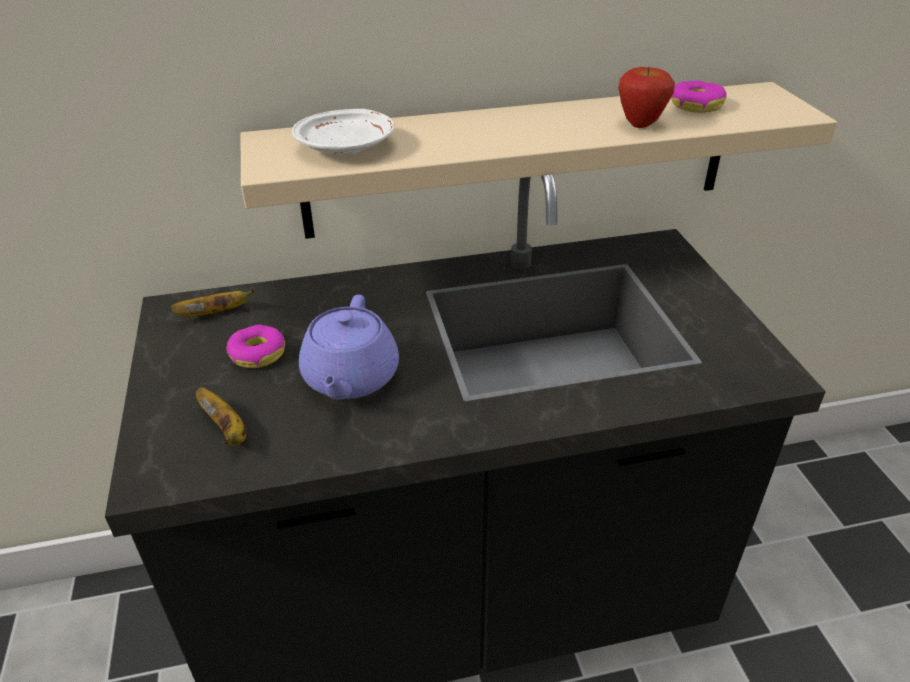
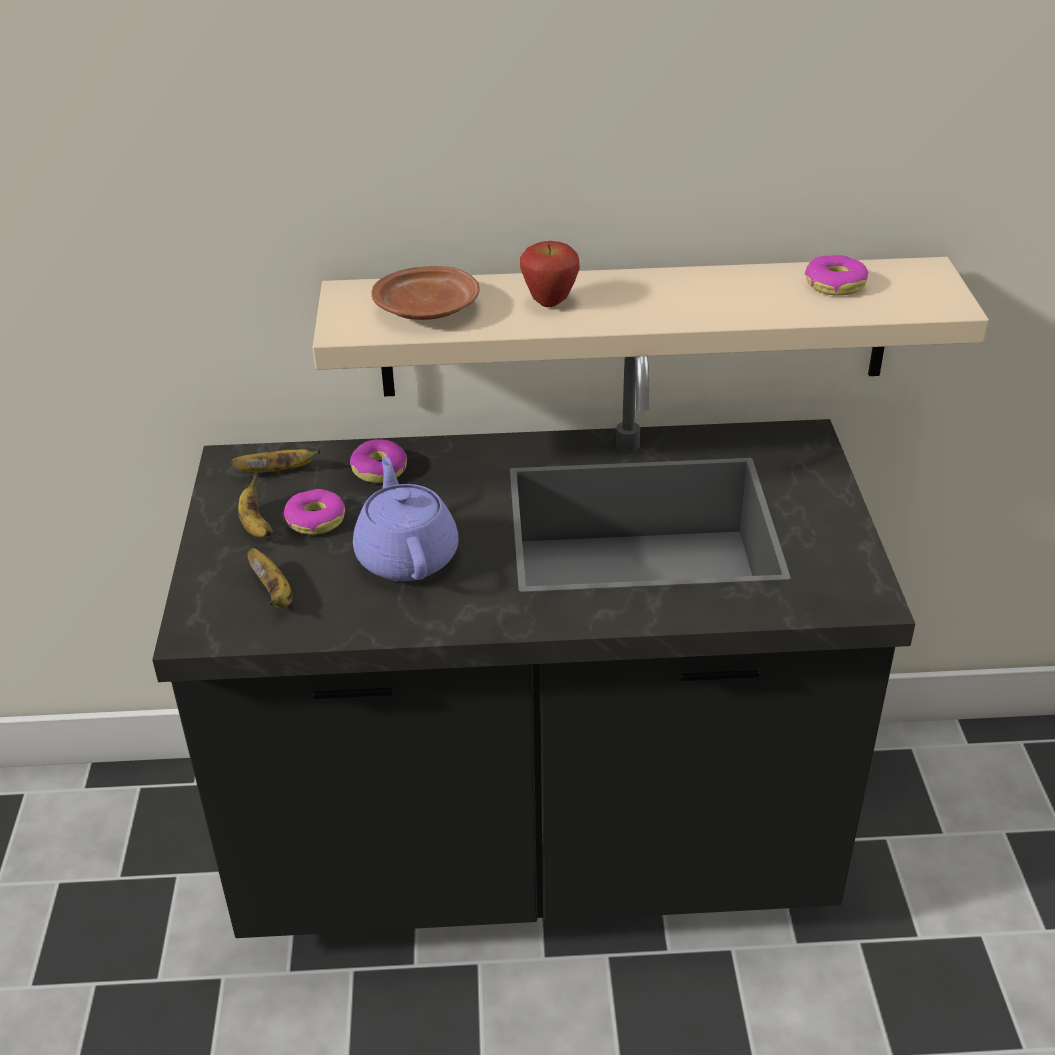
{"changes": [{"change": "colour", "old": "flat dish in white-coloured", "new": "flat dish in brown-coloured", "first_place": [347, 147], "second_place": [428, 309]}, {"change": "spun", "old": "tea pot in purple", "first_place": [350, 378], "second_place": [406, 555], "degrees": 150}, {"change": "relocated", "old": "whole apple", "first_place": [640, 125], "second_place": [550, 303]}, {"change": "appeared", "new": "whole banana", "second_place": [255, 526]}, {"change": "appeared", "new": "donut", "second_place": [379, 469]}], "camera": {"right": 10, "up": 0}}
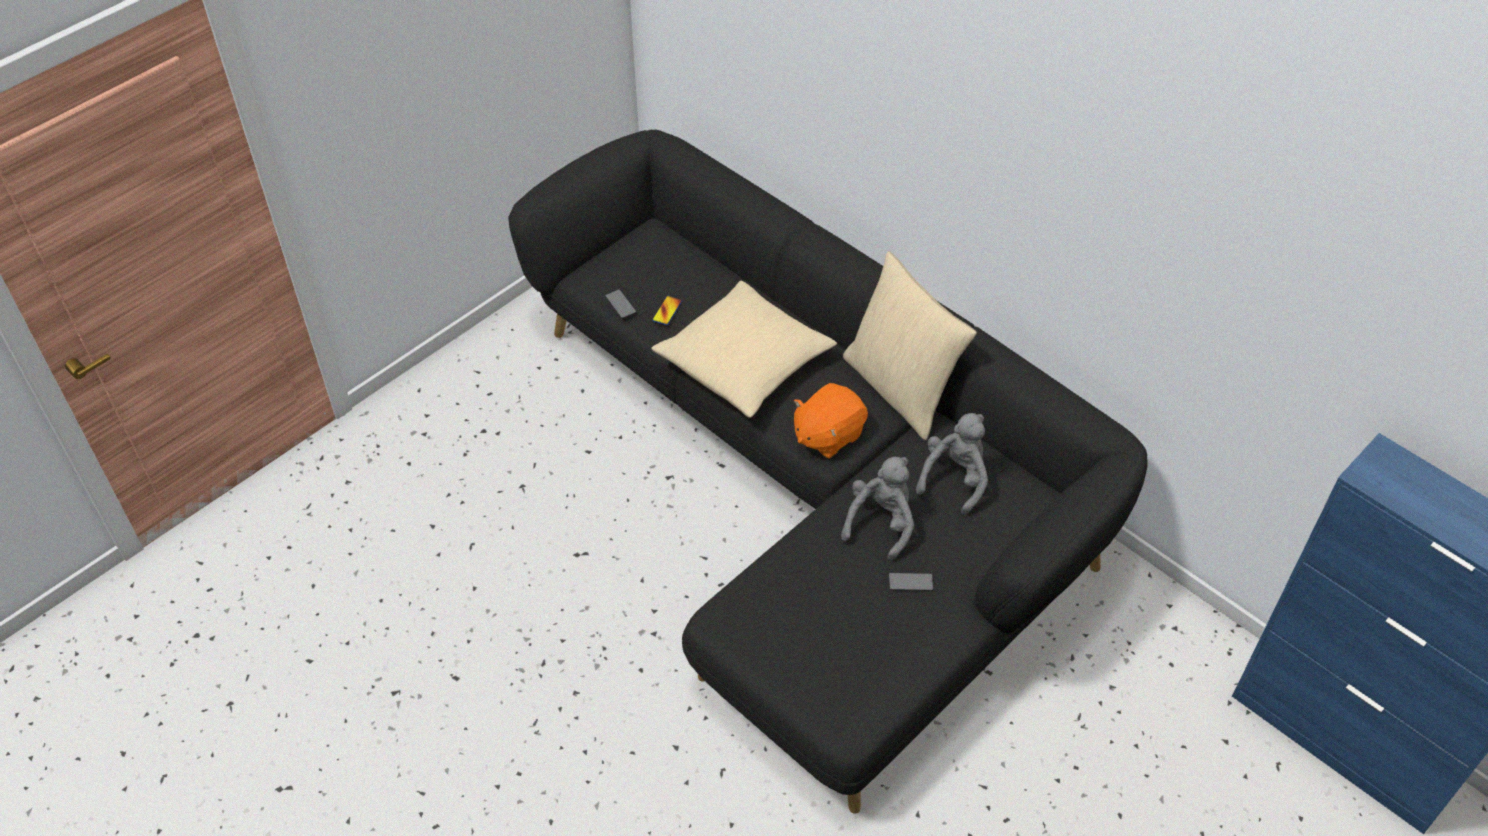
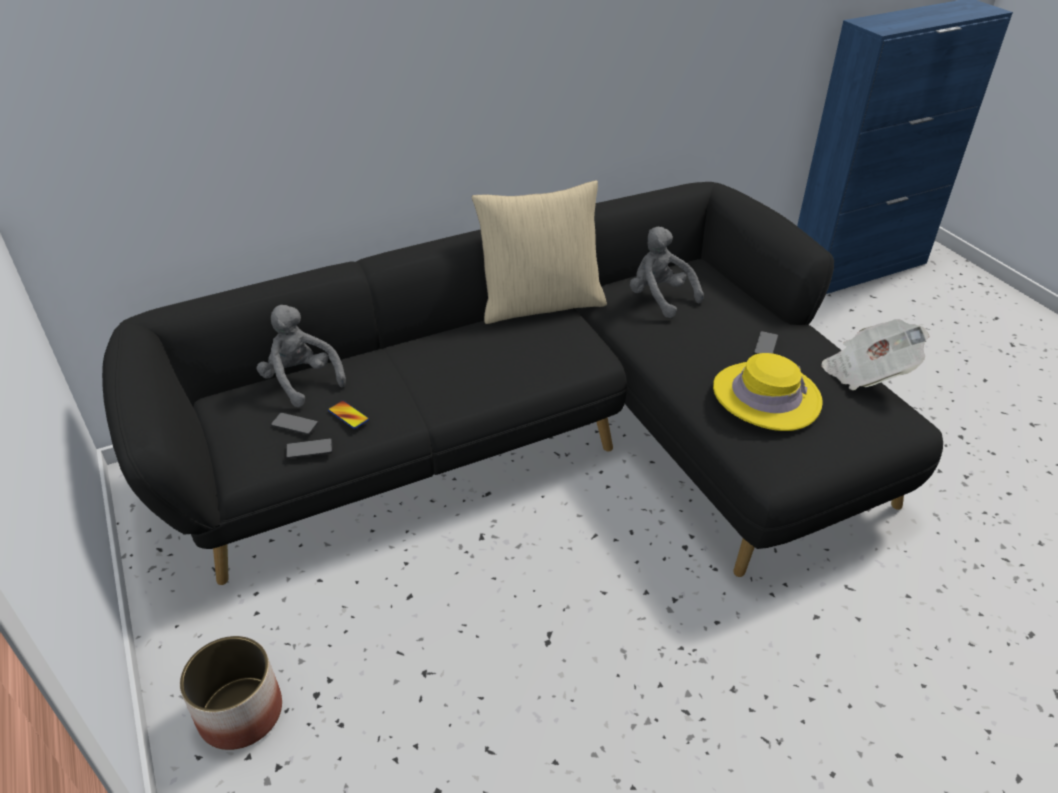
{"changes": [{"change": "missing", "old": "cushion in beige", "first_place": [744, 361]}, {"change": "missing", "old": "soft toy in orange-coloured", "first_place": [827, 435]}, {"change": "relocated", "old": "soft toy in gray", "first_place": [881, 523], "second_place": [301, 381]}, {"change": "appeared", "new": "planter", "second_place": [240, 712]}, {"change": "appeared", "new": "phone", "second_place": [294, 424]}, {"change": "appeared", "new": "wearable hat in yellowish", "second_place": [766, 397]}, {"change": "appeared", "new": "printed paper", "second_place": [867, 372]}], "camera": {"right": -70, "up": -10}}
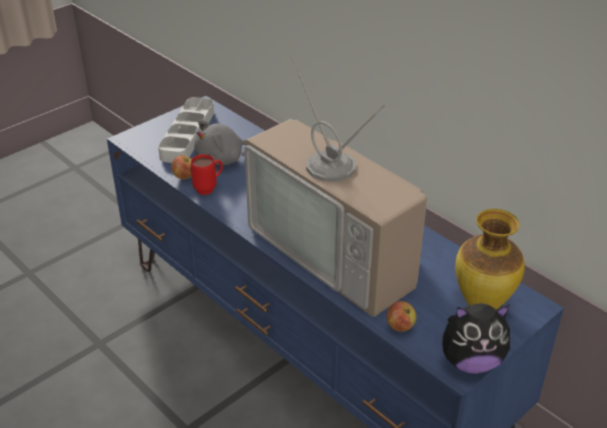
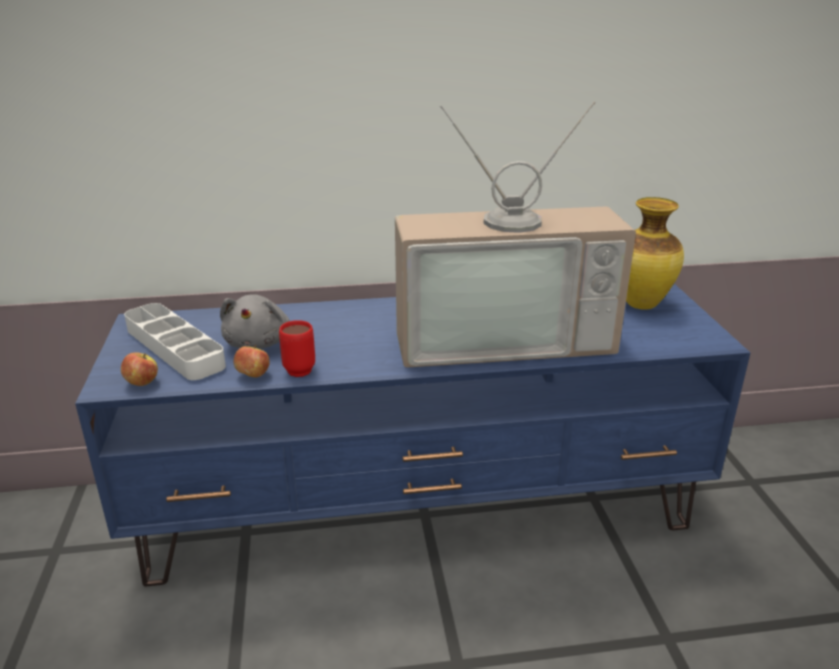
{"changes": [{"change": "relocated", "old": "whole apple", "first_place": [400, 326], "second_place": [142, 383]}, {"change": "missing", "old": "soft toy", "first_place": [471, 361]}], "camera": {"right": -55, "up": -10}}
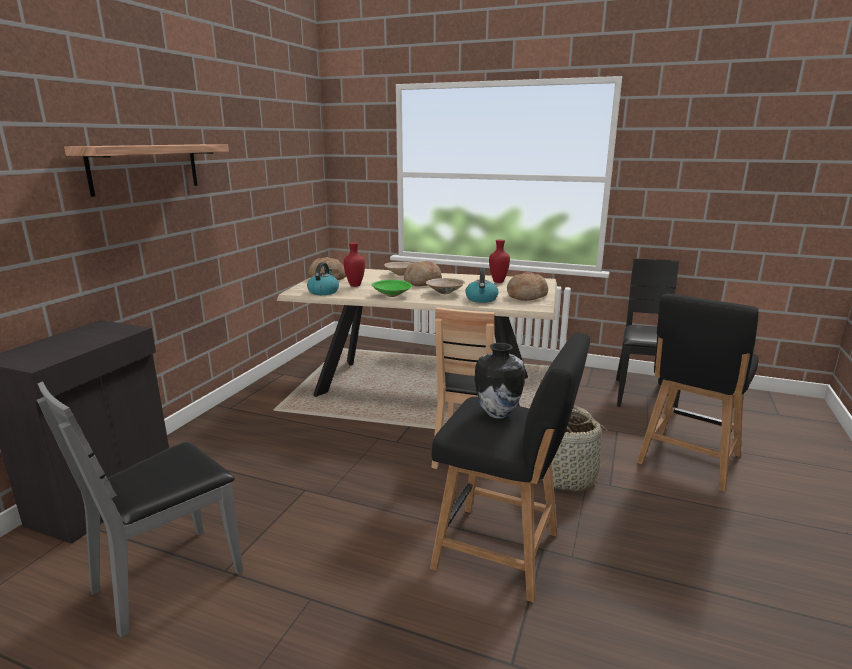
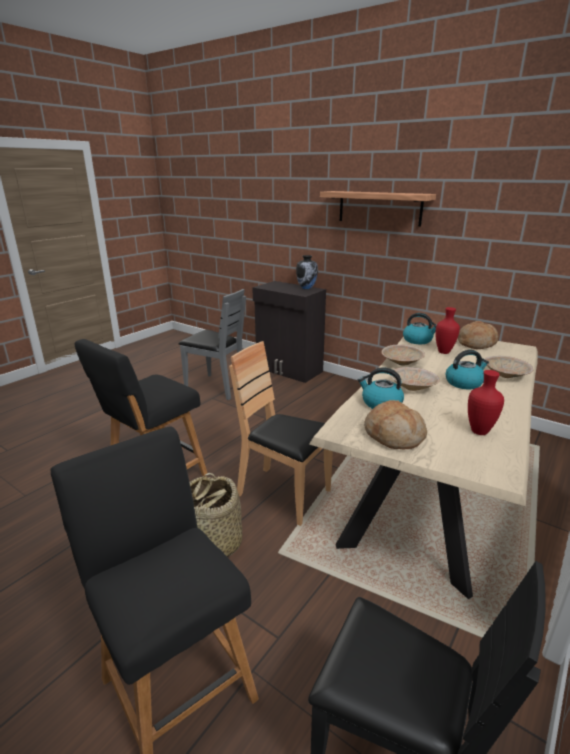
{"changes": [{"change": "spun", "old": "upright chair in gray", "first_place": [169, 578], "second_place": [217, 387], "degrees": 150}, {"change": "colour", "old": "bowl in greenish", "new": "bowl in beige", "first_place": [392, 296], "second_place": [401, 363]}, {"change": "exchanged", "old": "baked bread", "new": "tea kettle", "first_place": [423, 282], "second_place": [464, 383]}, {"change": "relocated", "old": "decorative vase", "first_place": [497, 413], "second_place": [306, 288]}], "camera": {"right": 105, "up": 5}}
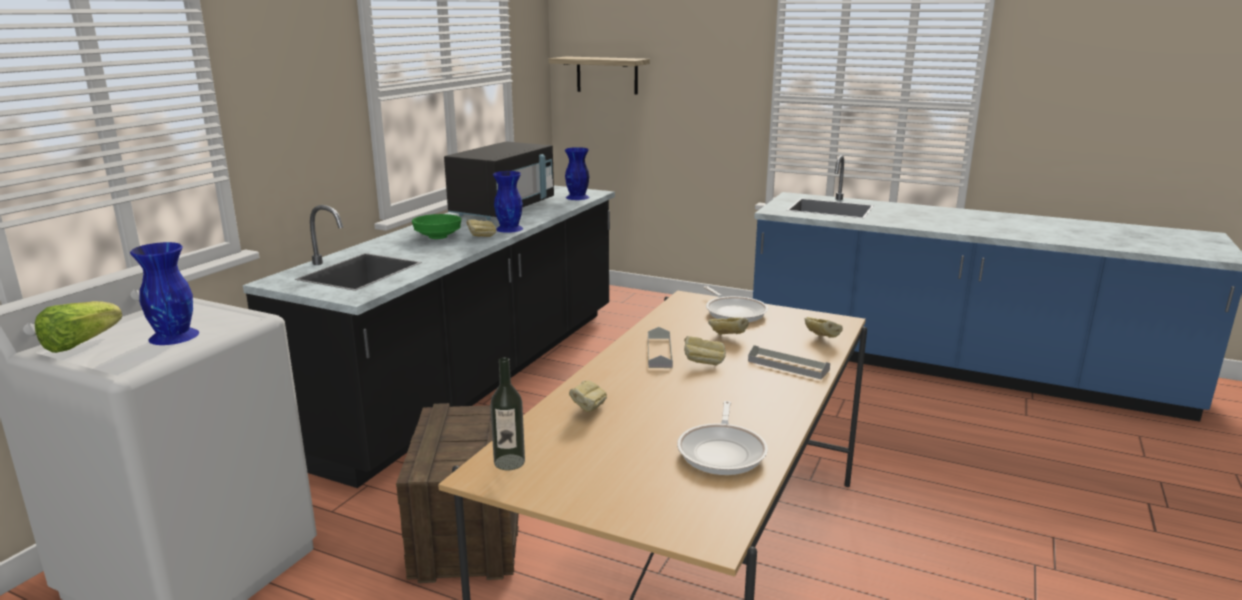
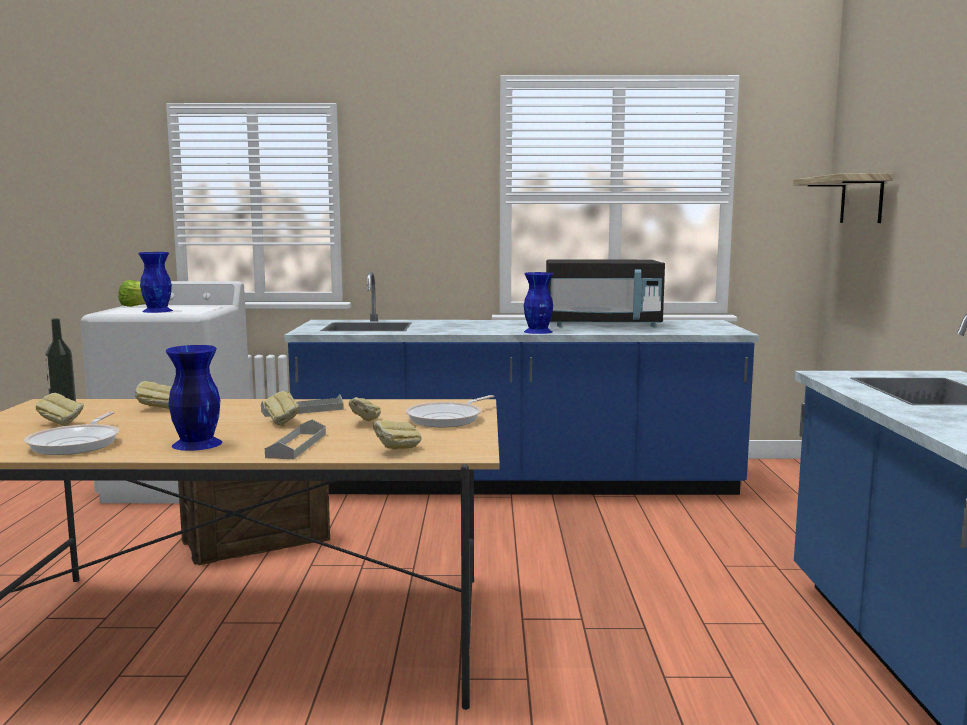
{"changes": [{"change": "colour", "old": "counter in black", "new": "counter in blue-coloured", "first_place": [476, 377], "second_place": [517, 483]}, {"change": "missing", "old": "bowl in greenish", "first_place": [438, 237]}, {"change": "relocated", "old": "baked bread", "first_place": [481, 237], "second_place": [61, 424]}, {"change": "relocated", "old": "decorative vase in blue-coloured", "first_place": [577, 197], "second_place": [196, 444]}, {"change": "spun", "old": "skillet", "first_place": [723, 452], "second_place": [77, 443], "degrees": -75}], "camera": {"right": 65, "up": -10}}
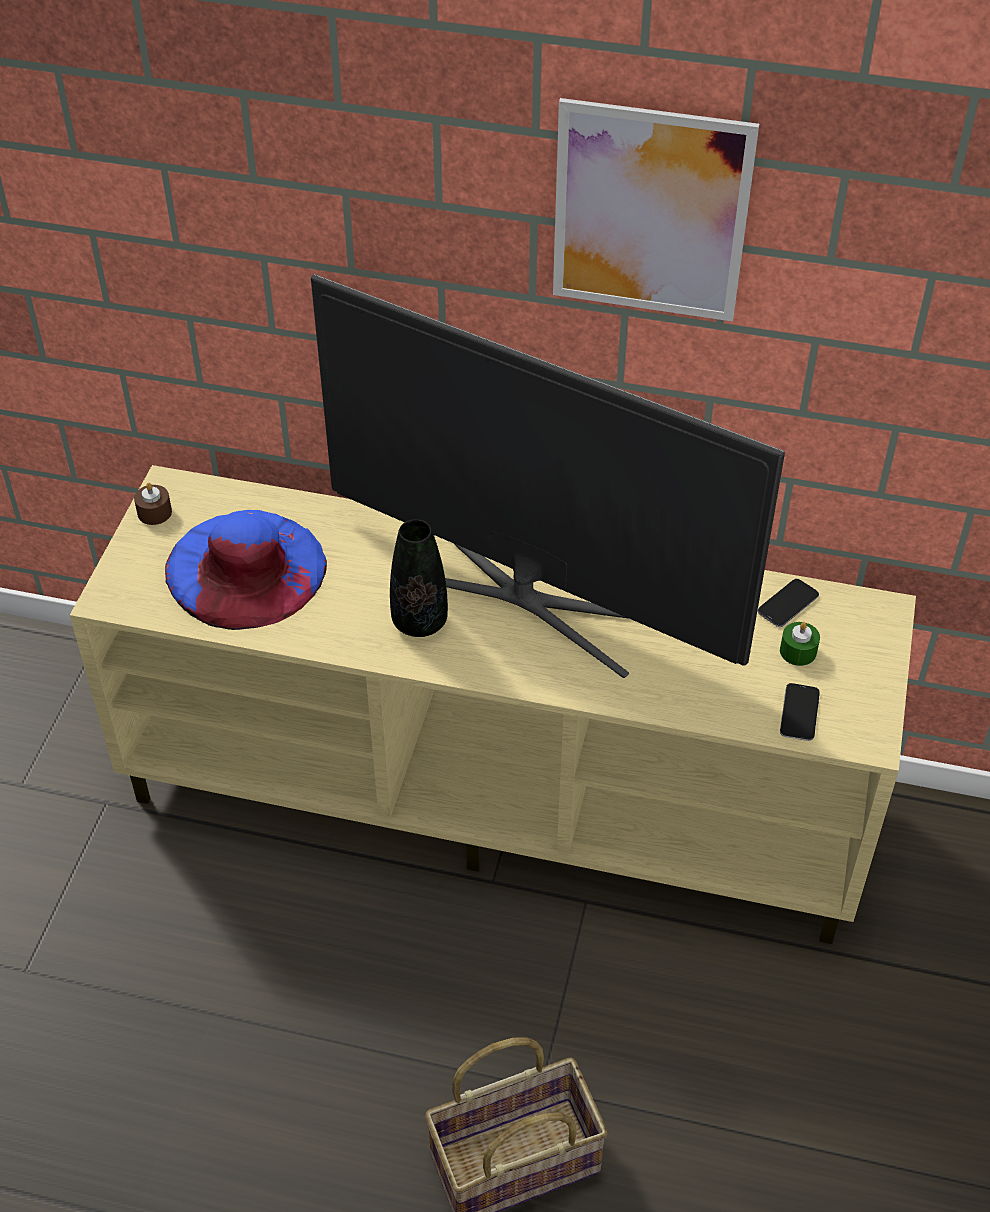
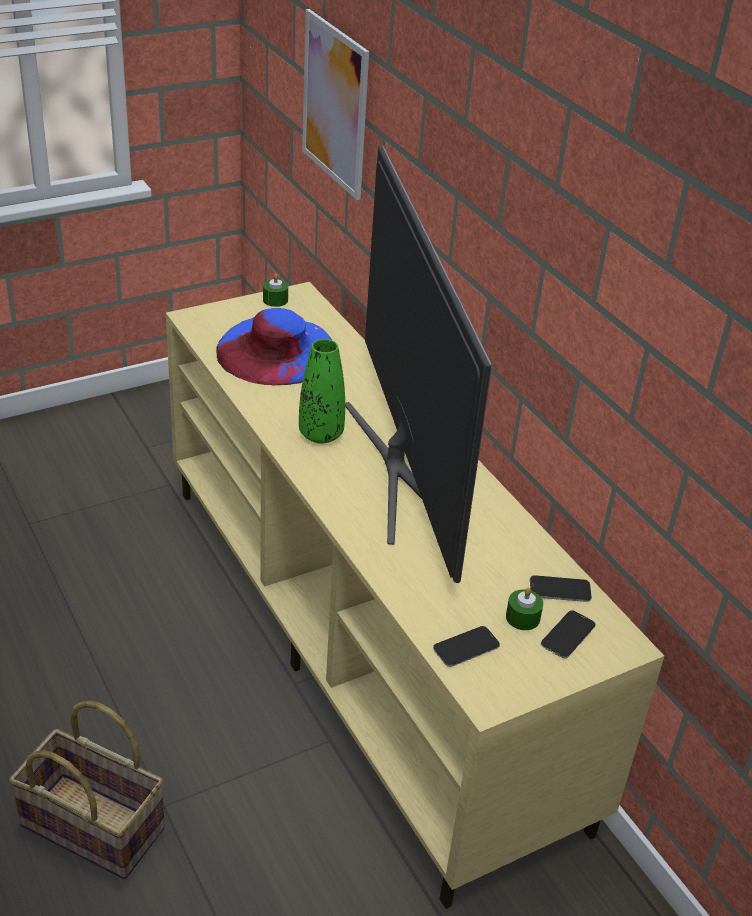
{"changes": [{"change": "colour", "old": "candle in brown-coloured", "new": "candle in greenish", "first_place": [154, 512], "second_place": [275, 300]}, {"change": "colour", "old": "decorative vase in black", "new": "decorative vase in greenish", "first_place": [419, 622], "second_place": [321, 434]}, {"change": "relocated", "old": "wall art", "first_place": [650, 212], "second_place": [335, 104]}, {"change": "appeared", "new": "phone", "second_place": [568, 635]}], "camera": {"right": 45, "up": -10}}
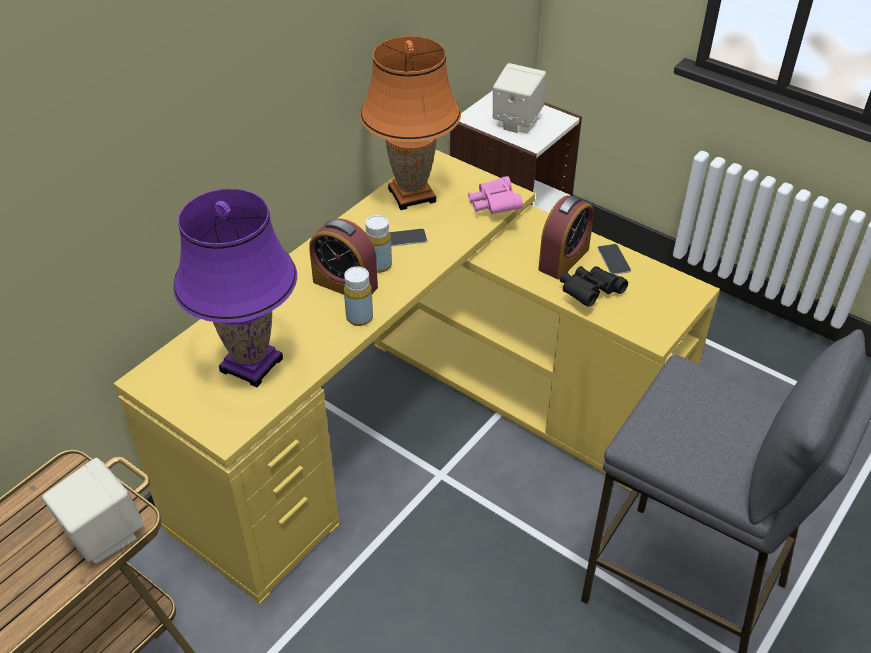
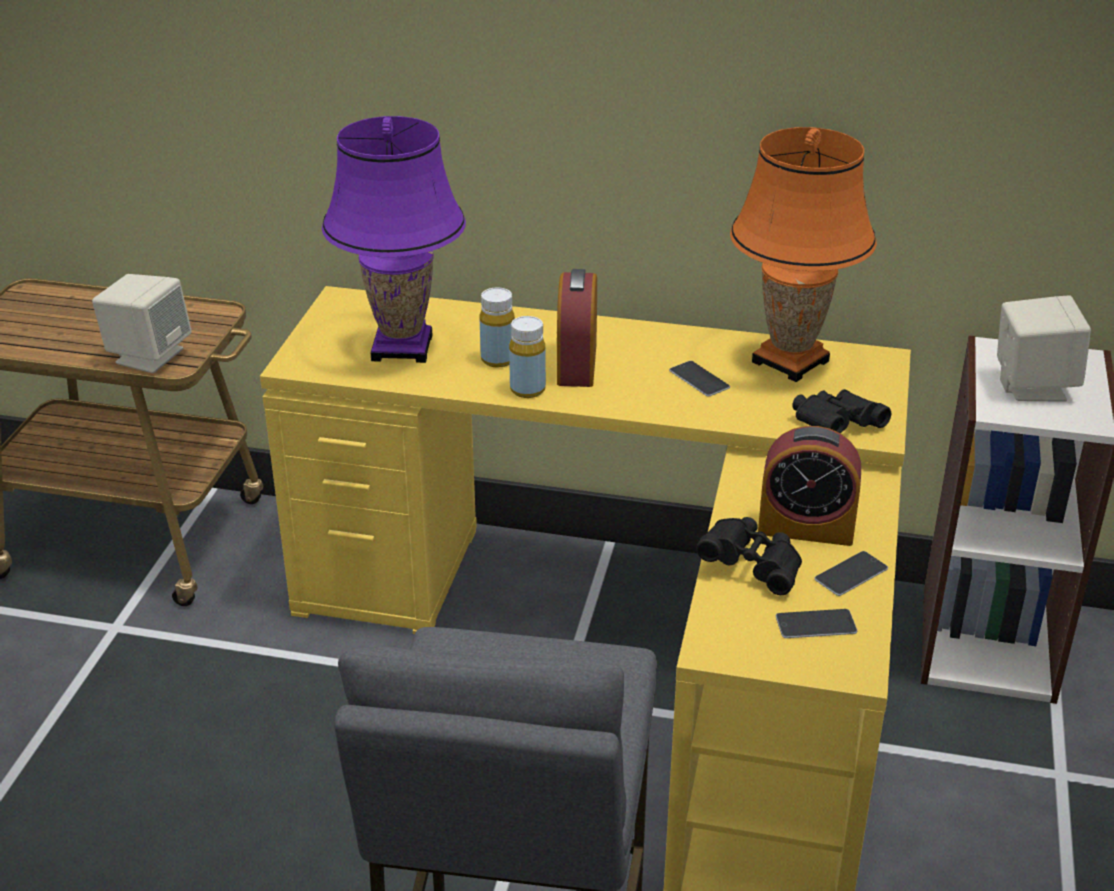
{"changes": [{"change": "relocated", "old": "bottle in yellowish", "first_place": [379, 265], "second_place": [498, 359]}, {"change": "colour", "old": "field glasses in pink", "new": "field glasses in black", "first_place": [494, 206], "second_place": [835, 427]}, {"change": "appeared", "new": "phone", "second_place": [816, 624]}], "camera": {"right": 65, "up": -10}}
